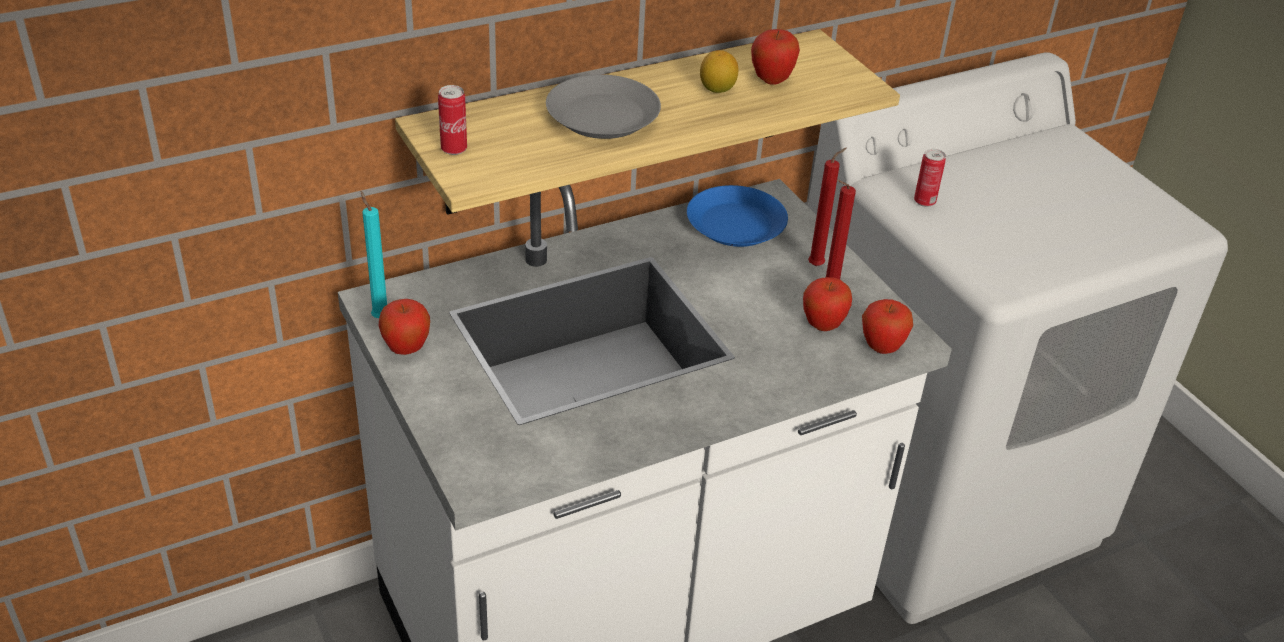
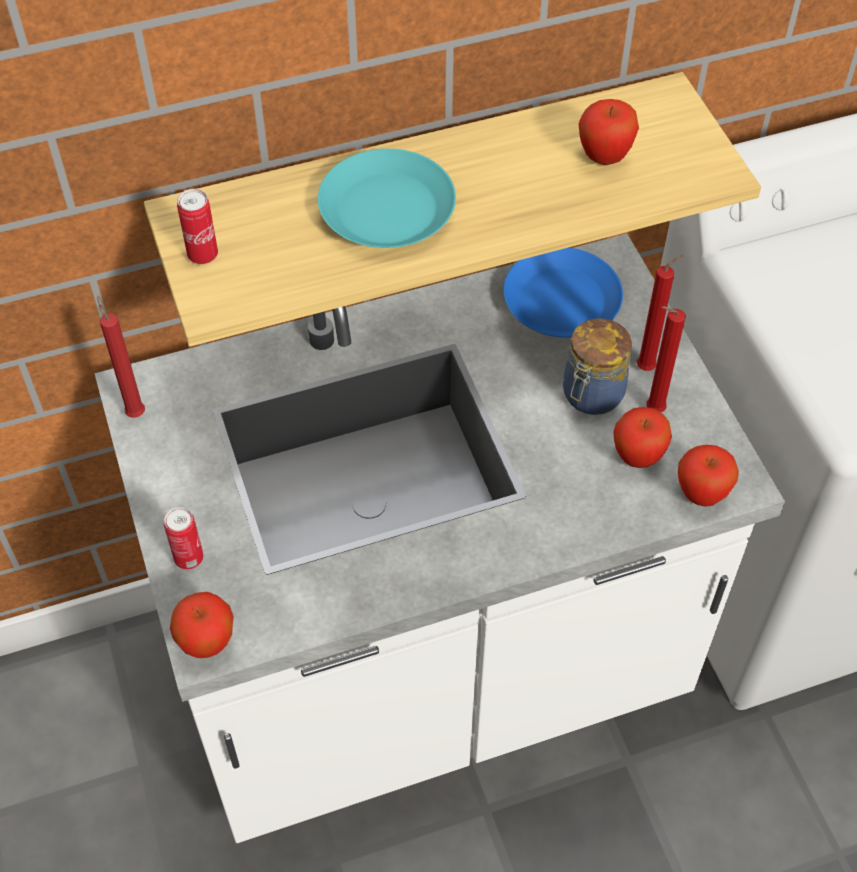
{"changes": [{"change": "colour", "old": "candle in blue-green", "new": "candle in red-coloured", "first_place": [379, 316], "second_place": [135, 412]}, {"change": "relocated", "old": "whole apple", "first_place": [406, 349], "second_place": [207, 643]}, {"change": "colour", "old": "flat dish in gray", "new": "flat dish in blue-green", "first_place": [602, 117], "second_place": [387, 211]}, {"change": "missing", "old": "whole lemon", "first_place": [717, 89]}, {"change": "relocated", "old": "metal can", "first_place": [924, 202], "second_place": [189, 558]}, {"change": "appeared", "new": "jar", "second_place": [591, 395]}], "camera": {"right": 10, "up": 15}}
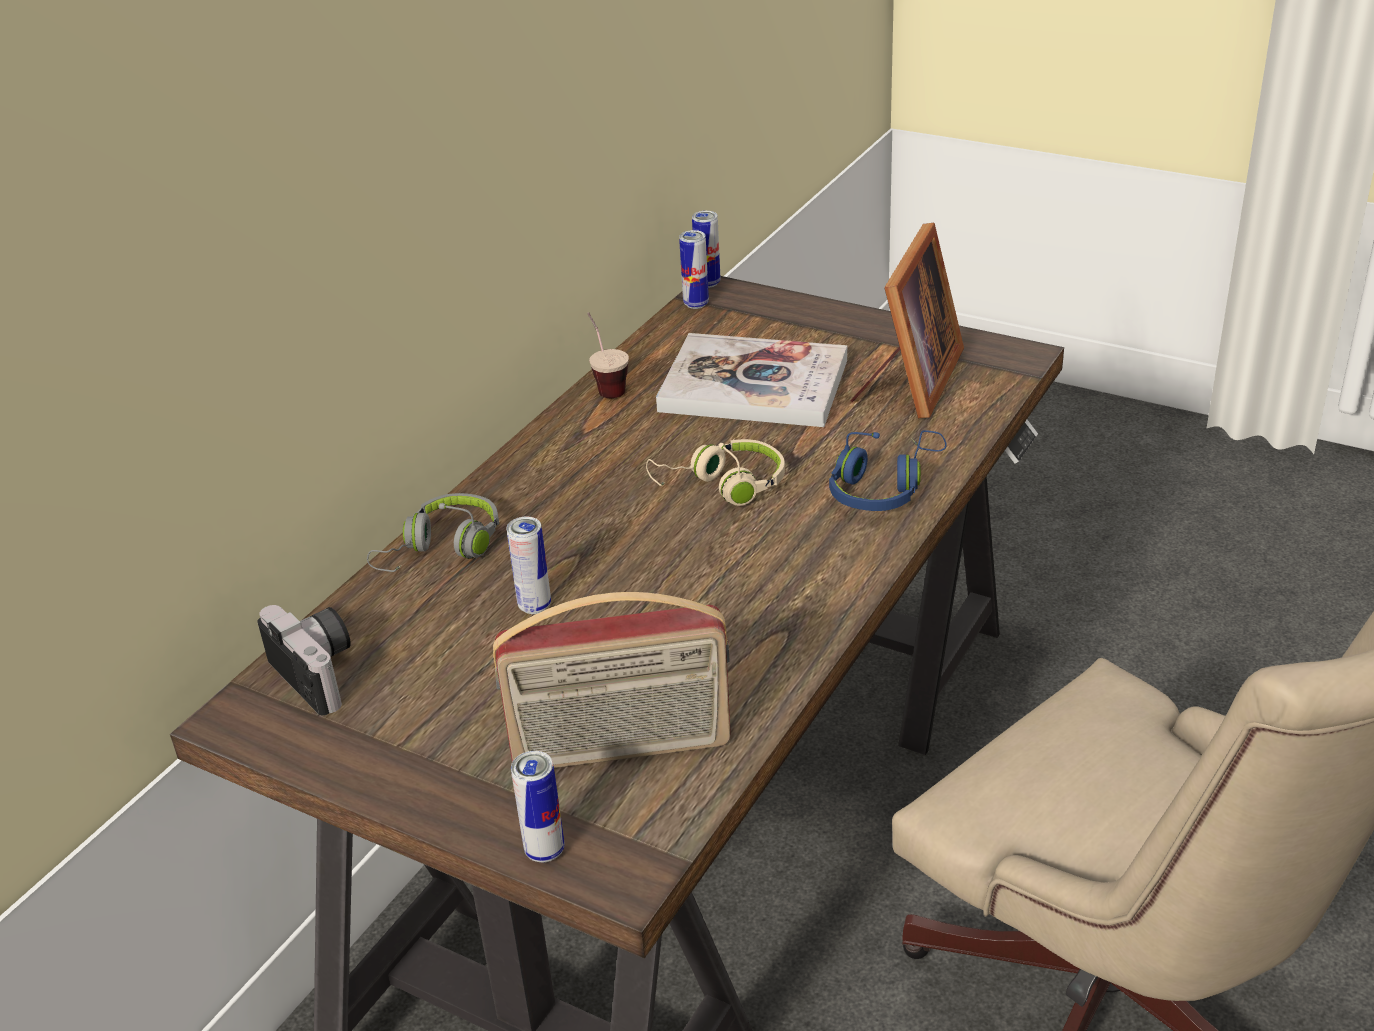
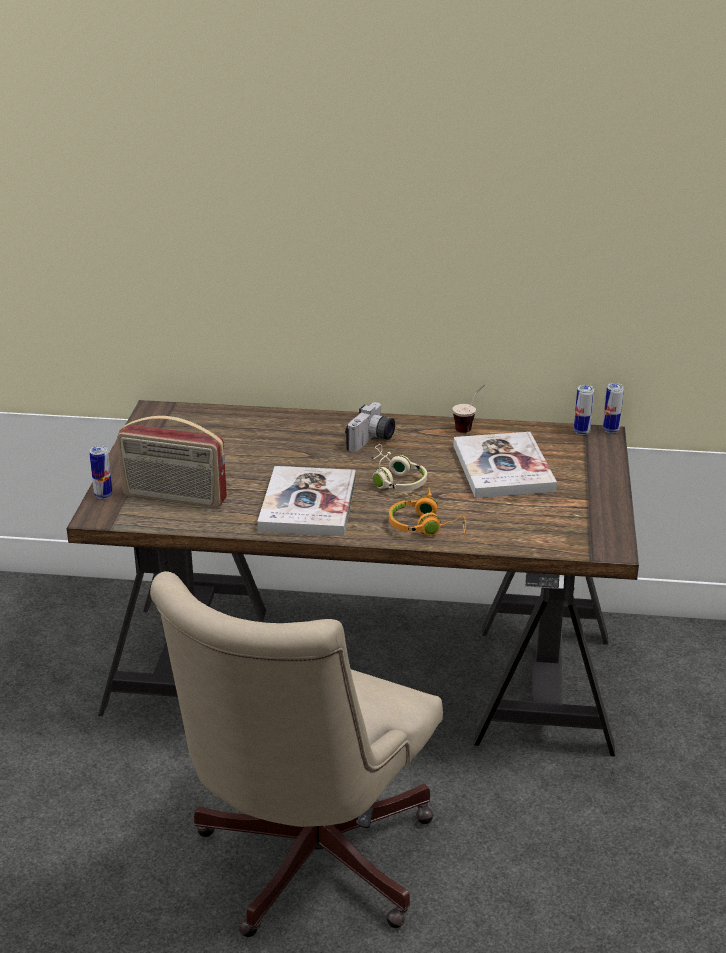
{"changes": [{"change": "relocated", "old": "photo camera", "first_place": [322, 672], "second_place": [372, 441]}, {"change": "missing", "old": "pair of headphones in gray", "first_place": [443, 548]}, {"change": "spun", "old": "radio receiver", "first_place": [621, 748], "second_place": [174, 498], "degrees": -45}, {"change": "missing", "old": "metal can", "first_place": [534, 606]}, {"change": "colour", "old": "pair of headphones in blue-coloured", "new": "pair of headphones in orange-coloured", "first_place": [883, 487], "second_place": [426, 527]}, {"change": "missing", "old": "picture frame", "first_place": [910, 382]}, {"change": "appeared", "new": "volume", "second_place": [308, 504]}], "camera": {"right": 65, "up": -5}}
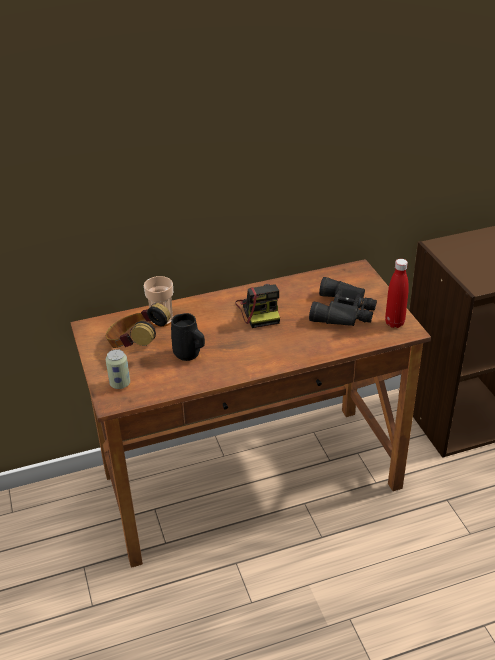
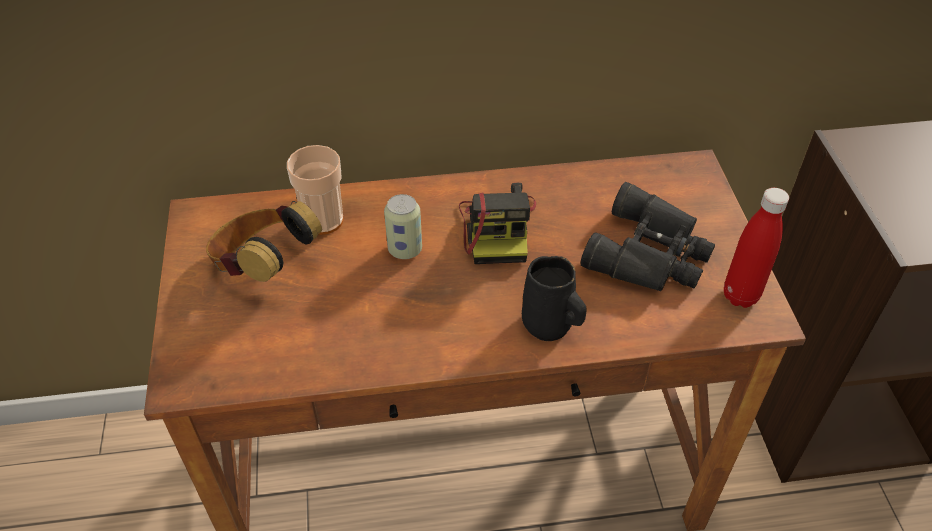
{"changes": [{"change": "relocated", "old": "metal can", "first_place": [120, 384], "second_place": [405, 249]}, {"change": "relocated", "old": "coffee mug in black", "first_place": [188, 354], "second_place": [549, 326]}], "camera": {"right": 10, "up": 10}}
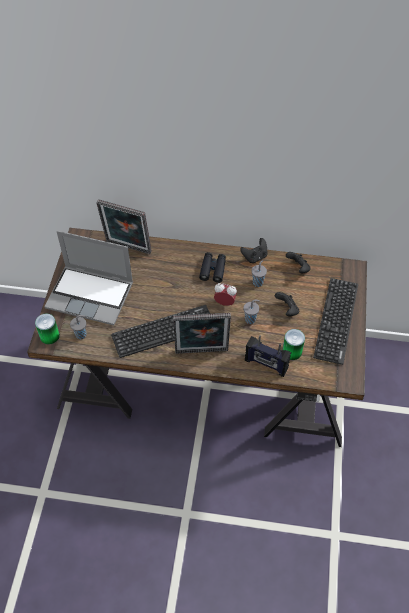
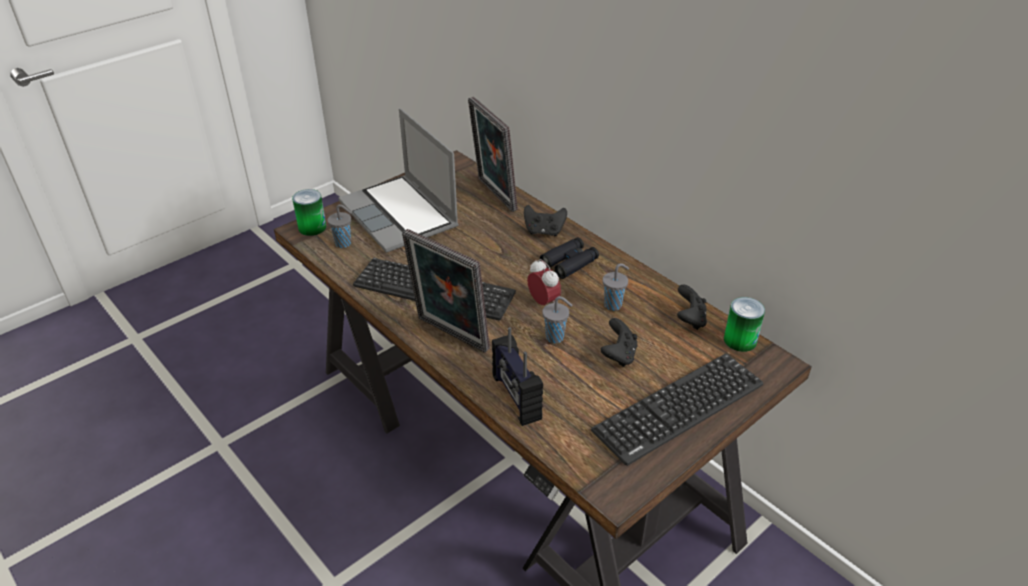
{"changes": [{"change": "relocated", "old": "game controller in black", "first_place": [255, 257], "second_place": [544, 231]}, {"change": "relocated", "old": "metal can", "first_place": [292, 351], "second_place": [740, 340]}], "camera": {"right": 40, "up": -15}}
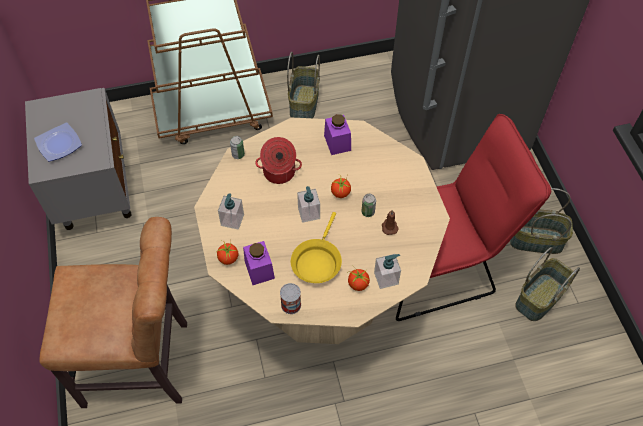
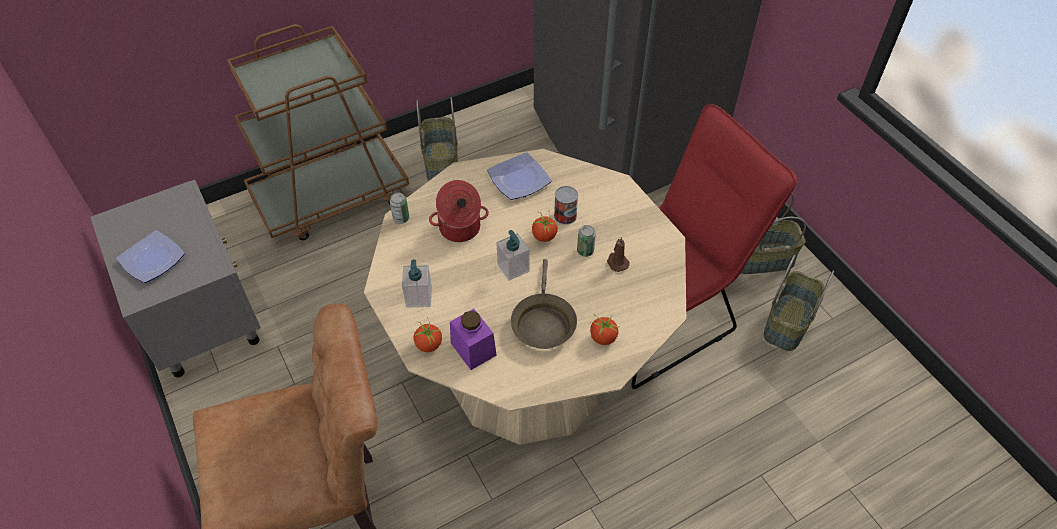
{"changes": [{"change": "relocated", "old": "metal can", "first_place": [291, 305], "second_place": [565, 216]}, {"change": "colour", "old": "skillet in yellowish", "new": "skillet in brown-coloured", "first_place": [317, 261], "second_place": [543, 322]}, {"change": "exchanged", "old": "jar in purple", "new": "flat dish", "first_place": [337, 143], "second_place": [520, 180]}, {"change": "missing", "old": "soap bottle", "first_place": [386, 278]}], "camera": {"right": -15, "up": -5}}
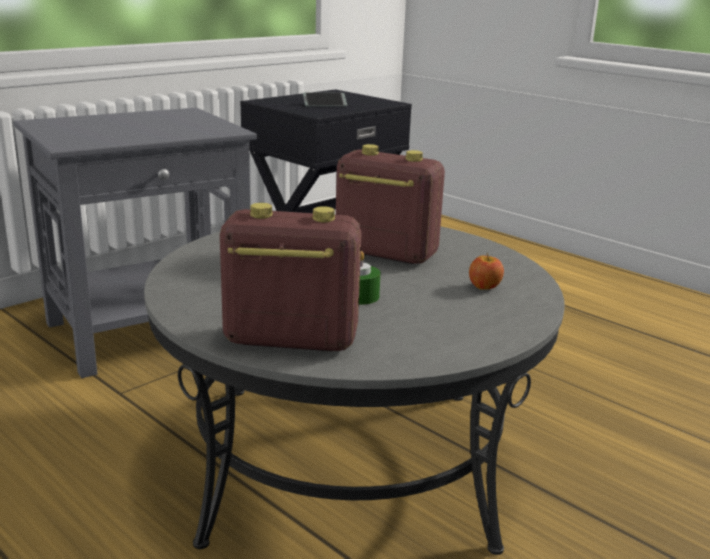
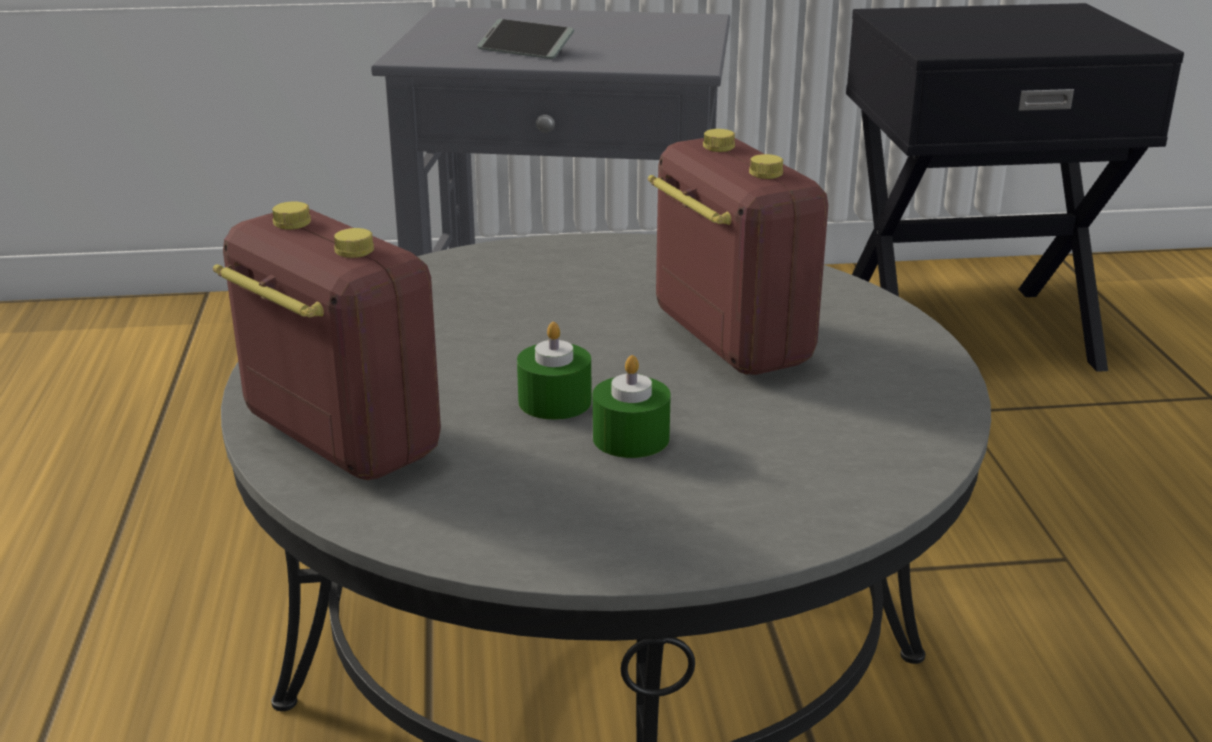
{"changes": [{"change": "relocated", "old": "phone", "first_place": [324, 104], "second_place": [525, 49]}, {"change": "missing", "old": "whole apple", "first_place": [484, 287]}, {"change": "appeared", "new": "candle in greenish", "second_place": [631, 438]}], "camera": {"right": 40, "up": 5}}
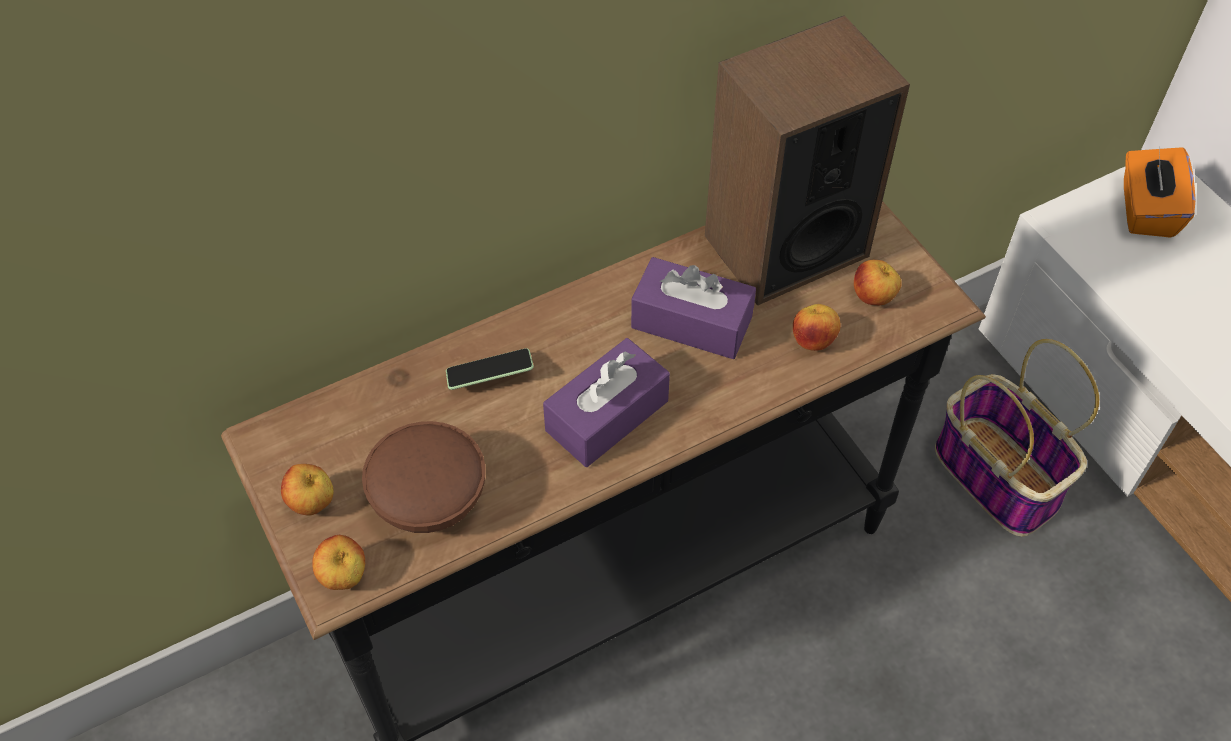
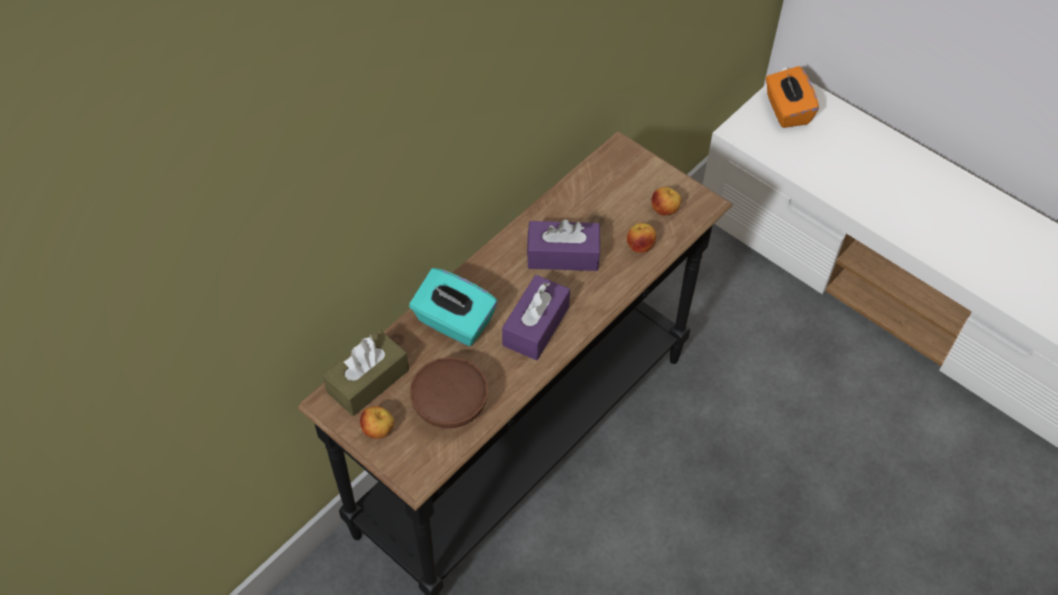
{"changes": [{"change": "missing", "old": "whole apple", "first_place": [344, 577]}, {"change": "exchanged", "old": "phone", "new": "tissue holder in blue-green", "first_place": [490, 376], "second_place": [454, 322]}, {"change": "missing", "old": "loudspeaker", "first_place": [785, 245]}, {"change": "missing", "old": "household basket", "first_place": [999, 477]}, {"change": "appeared", "new": "tissue holder in brown-coloured", "second_place": [368, 381]}], "camera": {"right": -20, "up": 0}}
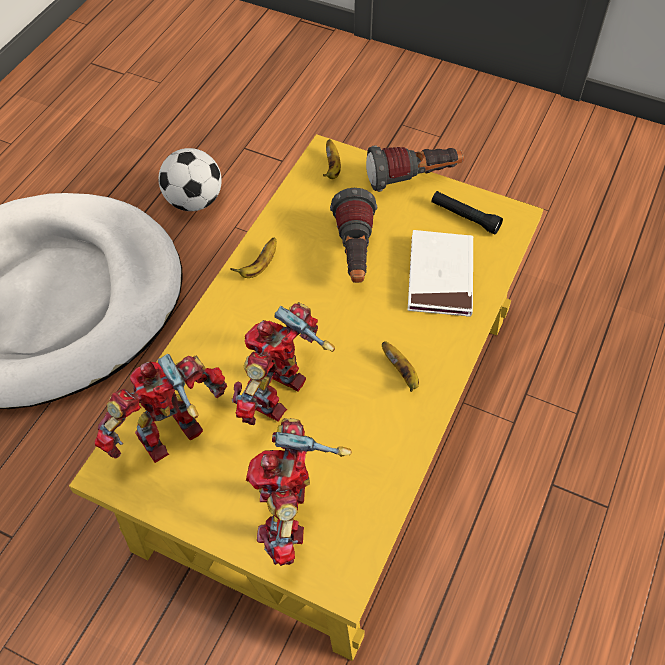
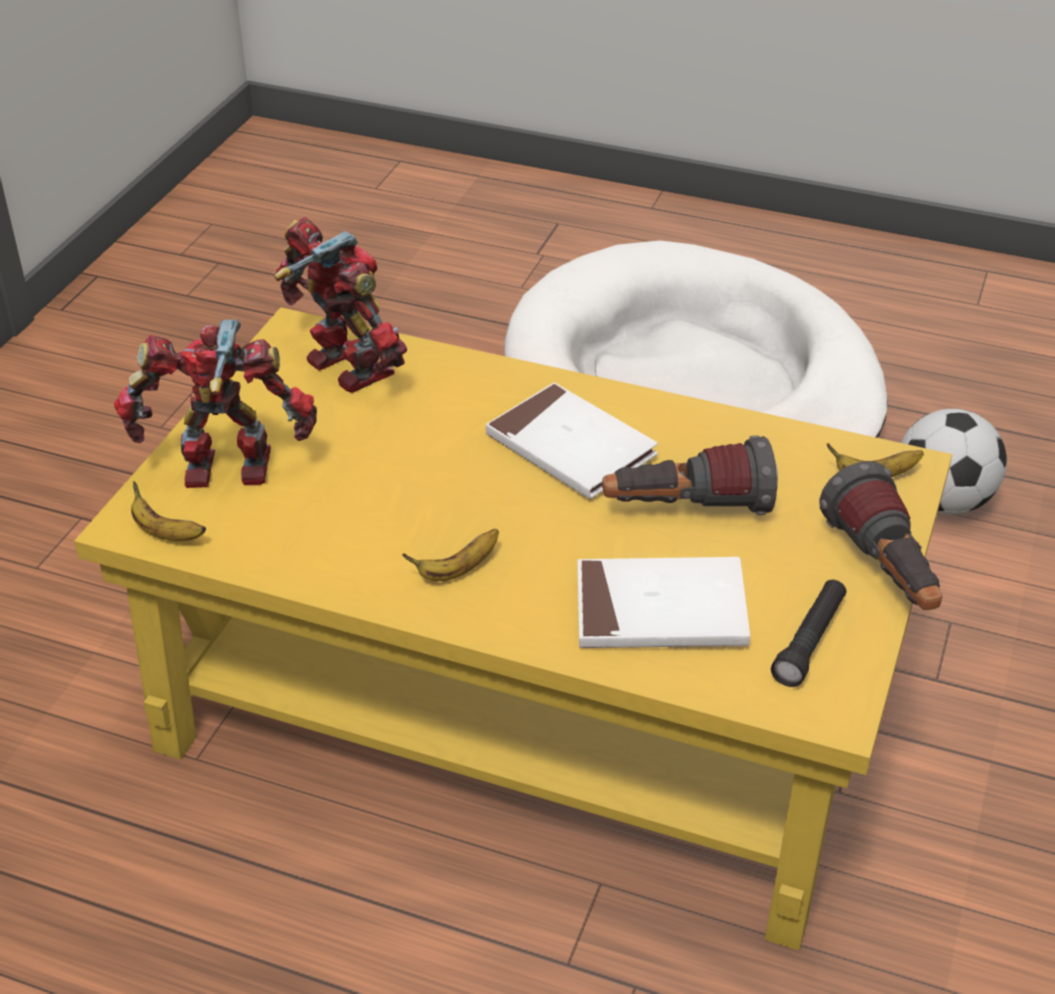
{"changes": [{"change": "relocated", "old": "whole banana", "first_place": [259, 267], "second_place": [165, 533]}, {"change": "missing", "old": "model robot", "first_place": [280, 394]}, {"change": "appeared", "new": "volume in white-coloured", "second_place": [570, 447]}], "camera": {"right": 85, "up": -15}}
